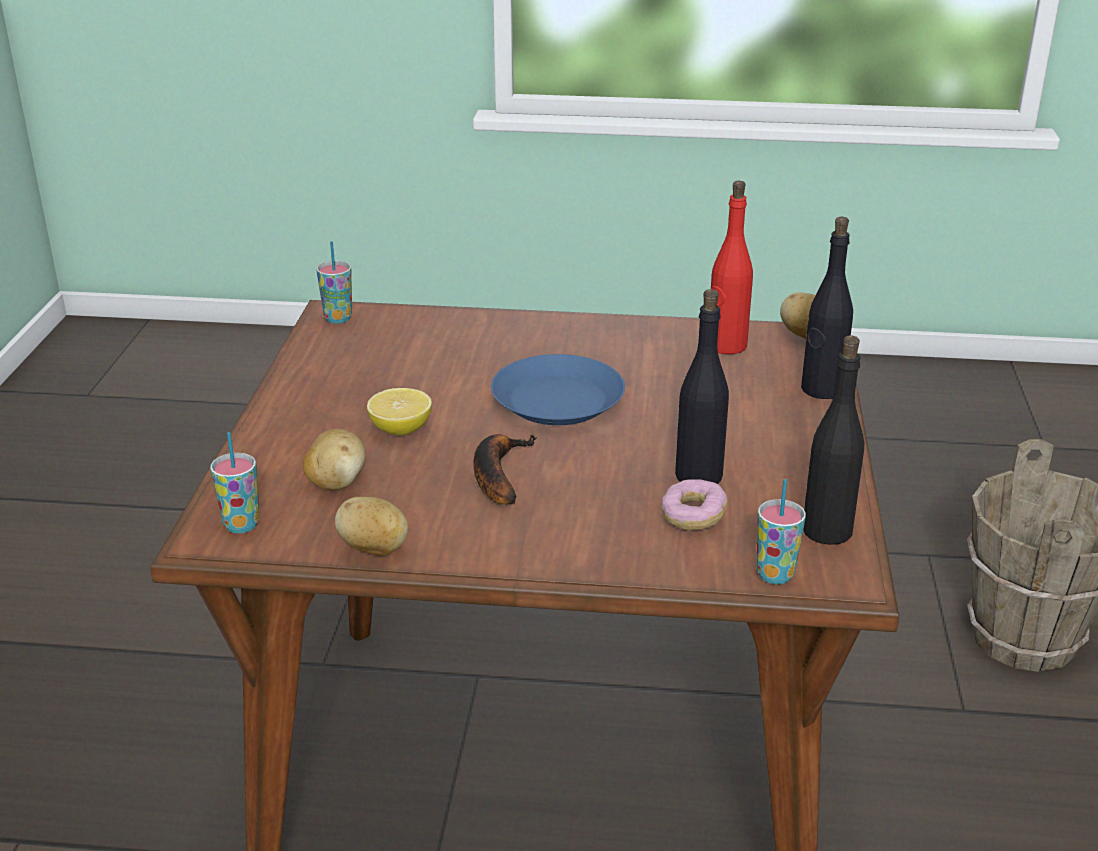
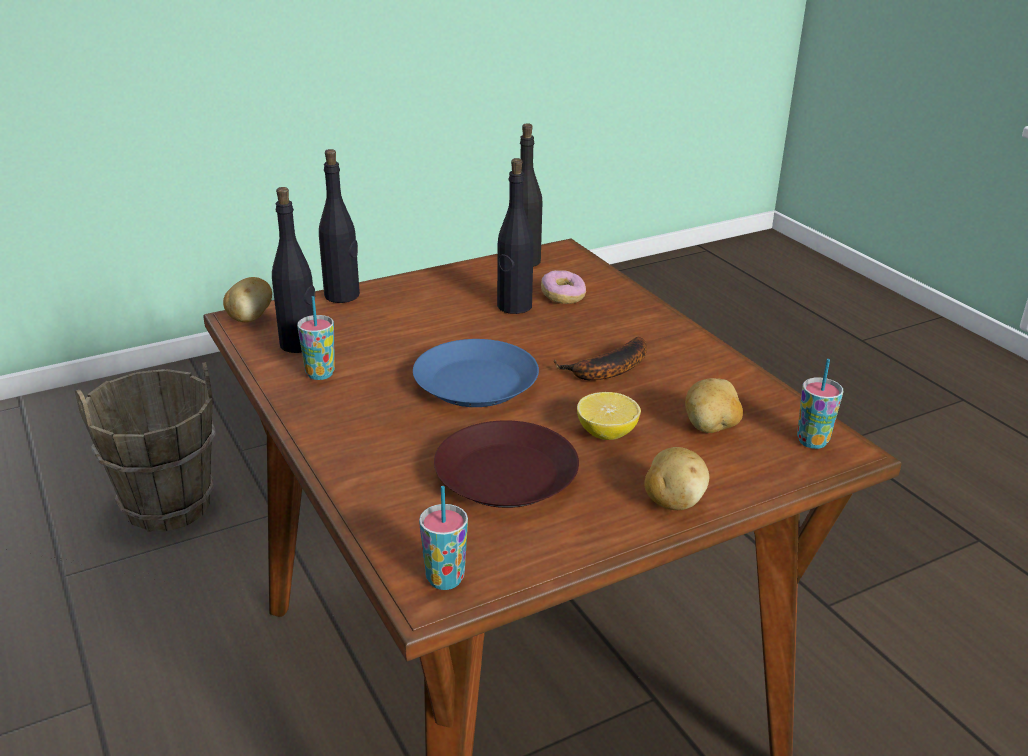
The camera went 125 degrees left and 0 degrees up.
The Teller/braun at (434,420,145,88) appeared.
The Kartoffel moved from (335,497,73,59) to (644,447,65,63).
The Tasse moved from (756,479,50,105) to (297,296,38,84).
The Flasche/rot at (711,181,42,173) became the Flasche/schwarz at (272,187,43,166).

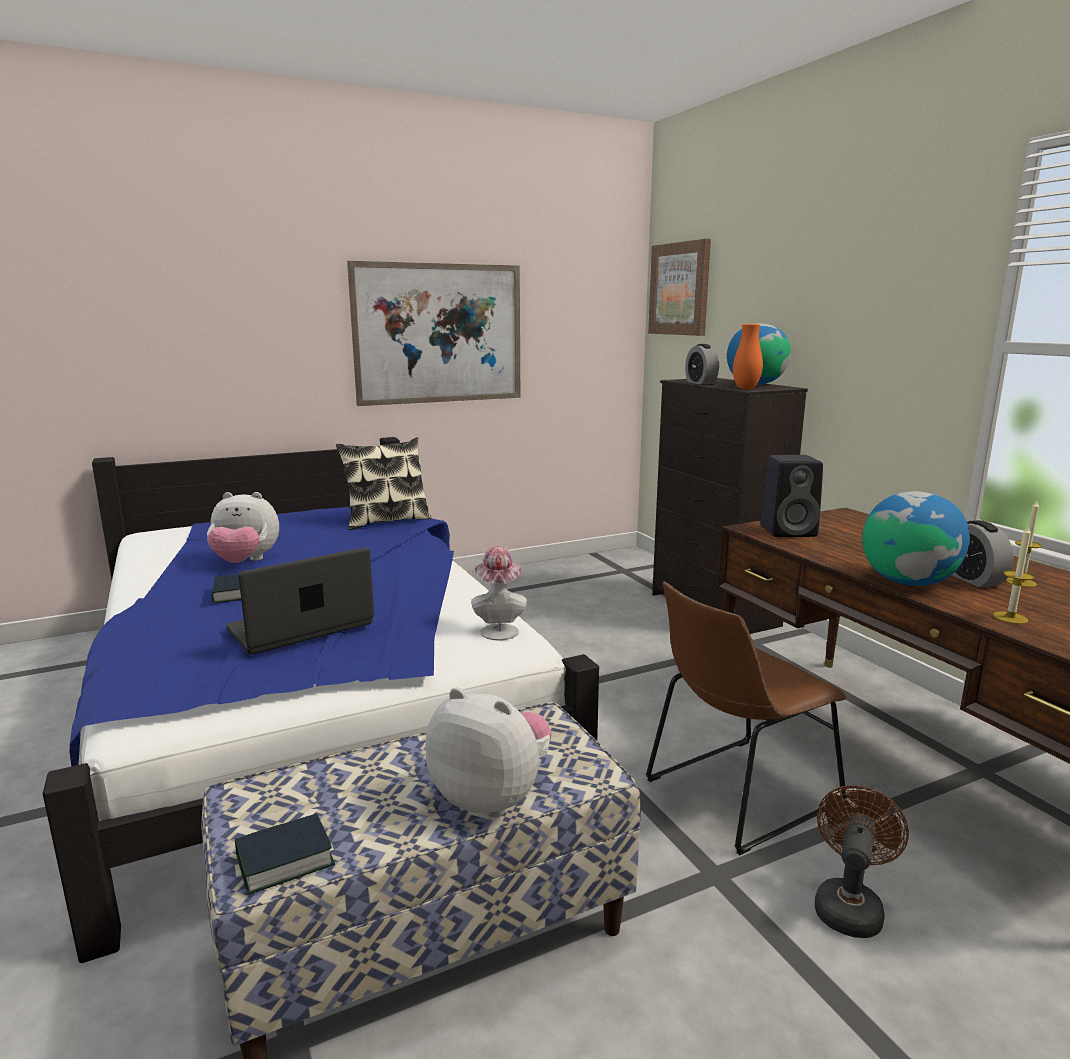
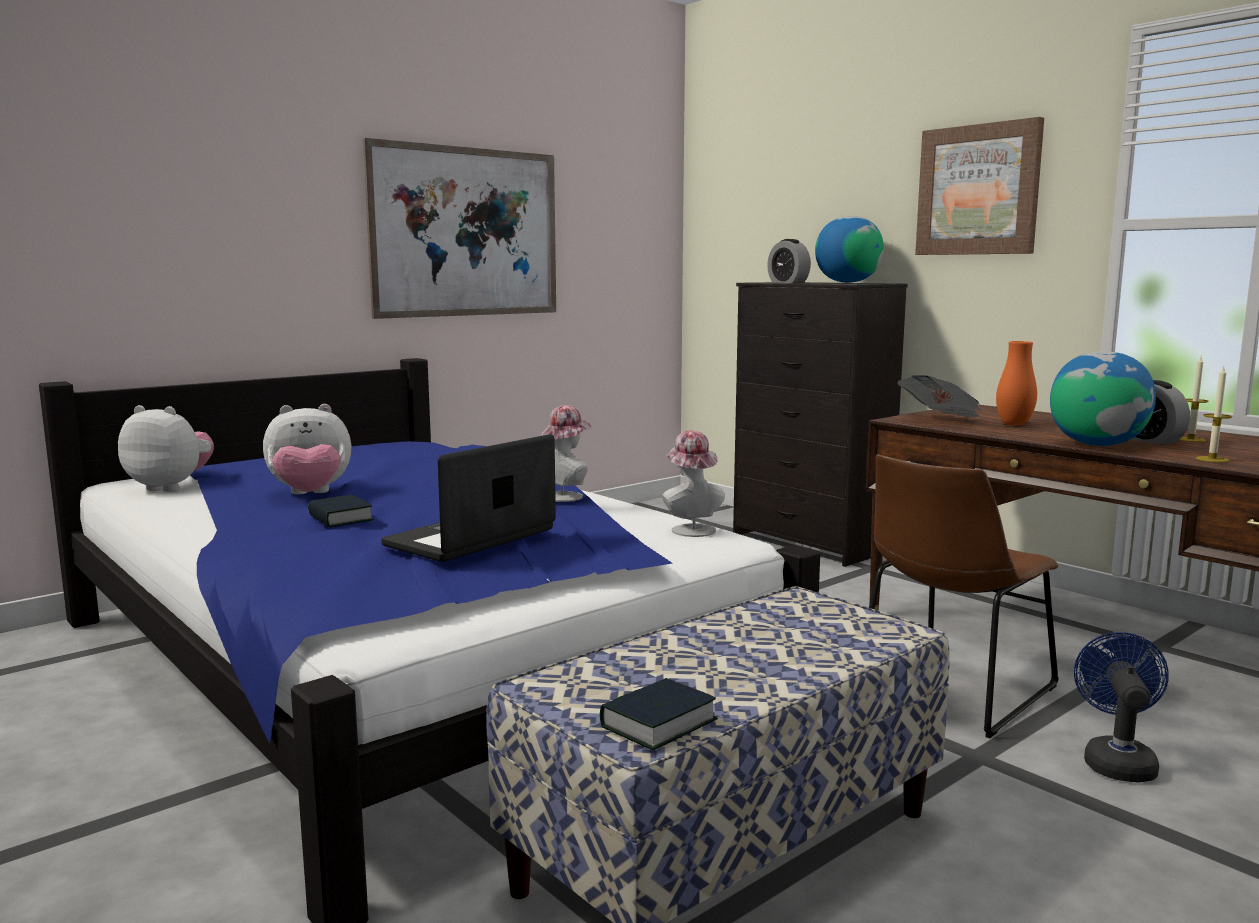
The camera went 15 degrees left and 5 degrees down.
The Kissen at (336,437,96,93) disappeared.
The Hut at (541,405,50,97) appeared.
The Plüschtier moved from (426,687,126,131) to (118,405,96,87).
The Bild moved from (648,239,63,97) to (915,117,129,138).
The Vase/orange moved from (733,324,30,65) to (996,341,41,85).
The Lautsprecher/schwarz at (761,455,62,82) was replaced by the Zeitung at (897,375,85,42).
The Ventilator/braun at (814,785,95,153) became the Ventilator/blau at (1074,632,95,151).

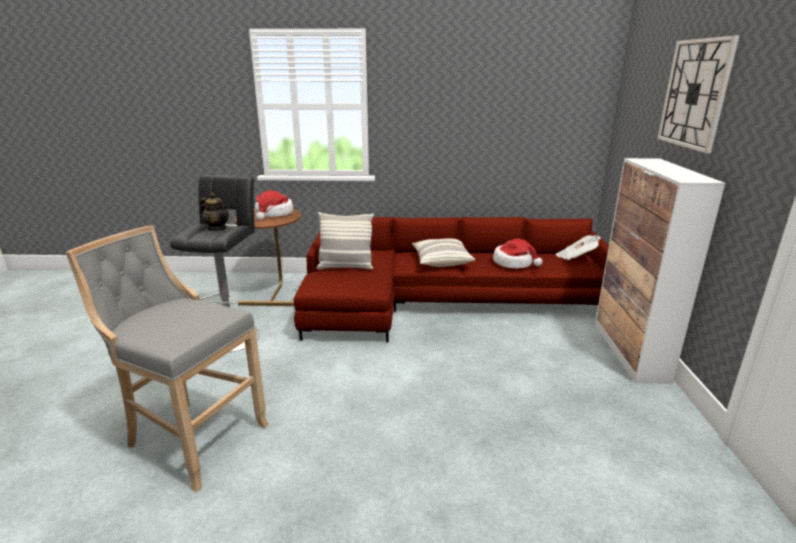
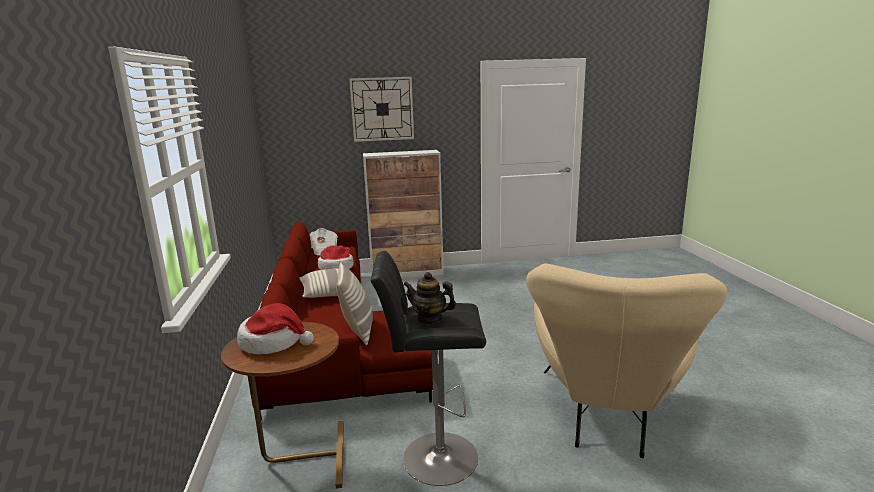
The camera went 100 degrees left and 5 degrees down.
The Hocker/grau at (65,226,204,266) was replaced by the Sessel/beige at (526,264,201,194).
The Teekanne at (199,193,30,38) turned 90 degrees counterclockwise.

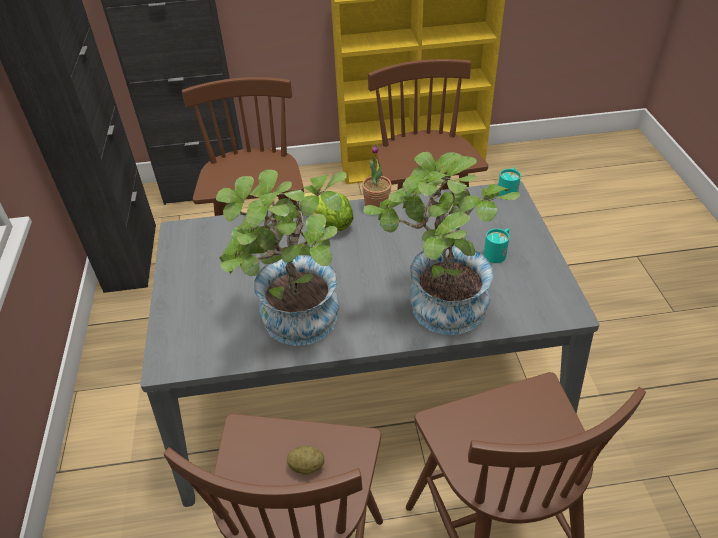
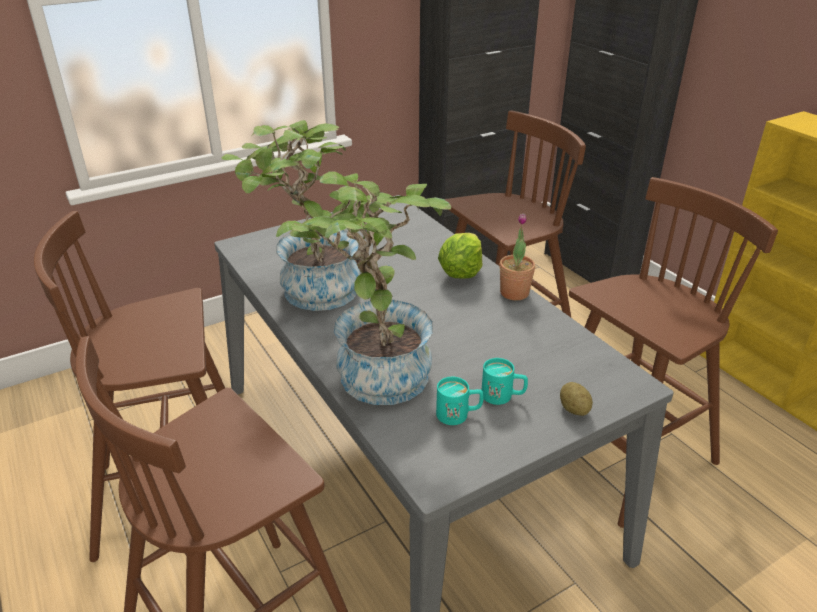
The camera went 65 degrees right and 10 degrees down.
The Kartoffel moved from (287,446,38,29) to (560,382,33,34).
The Henkelbecher/türkis moved from (498,167,23,33) to (436,377,48,48).

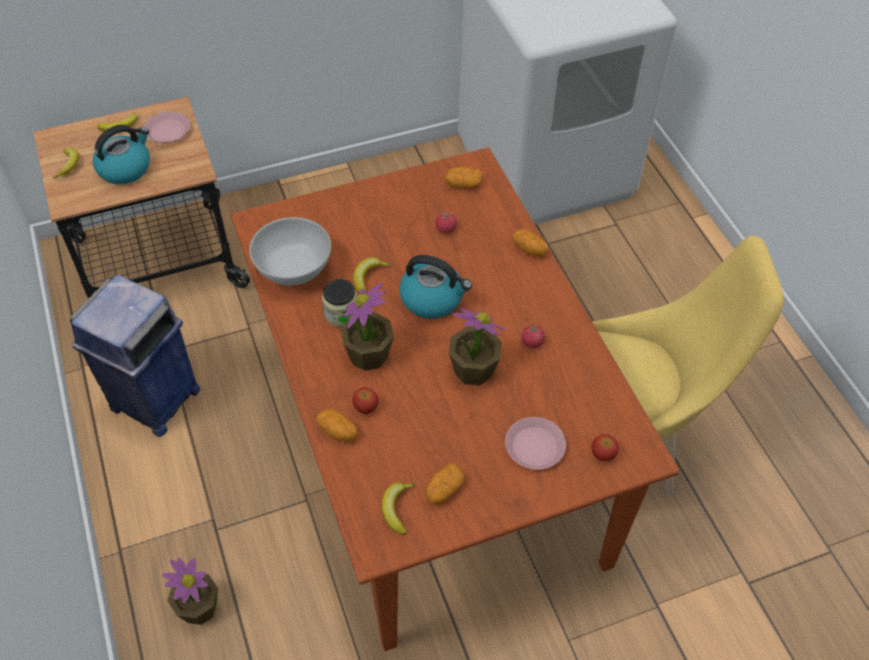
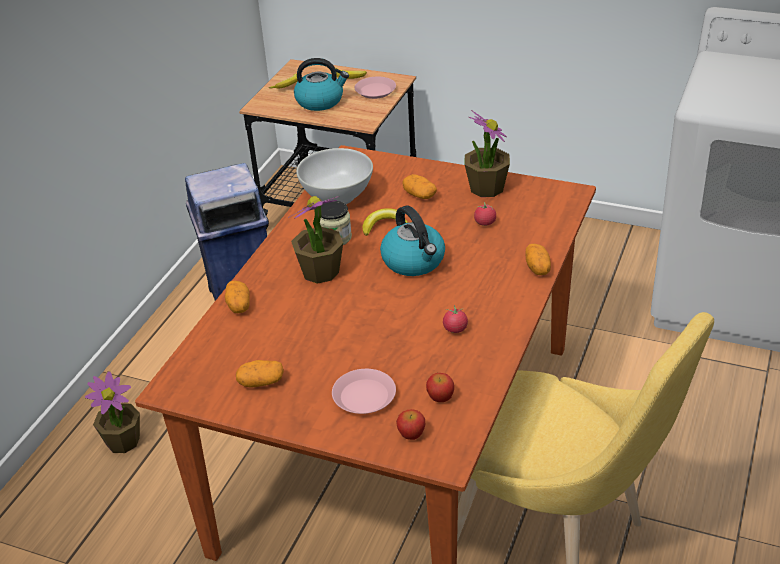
The camera went 45 degrees right and 15 degrees down.
The Banane at (382,482,34,53) disappeared.
The Apfel moved from (352,387,27,27) to (426,373,28,29).
The Kartoffel moved from (445,167,38,21) to (402,174,35,25).
The Topfpflanze moved from (449,308,56,78) to (465,110,45,87).

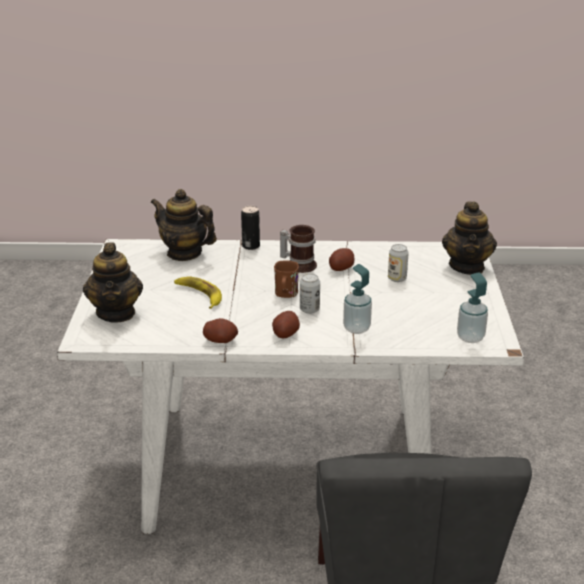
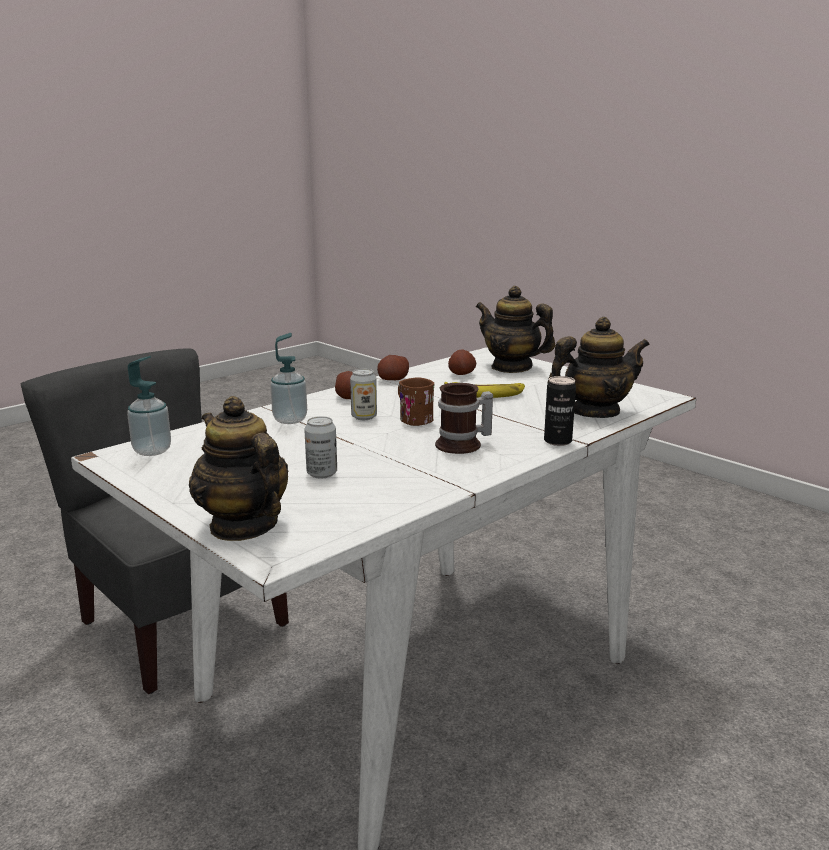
The camera went 135 degrees right and 10 degrees down.
The Kartoffel moved from (329,248,26,23) to (448,349,28,26).

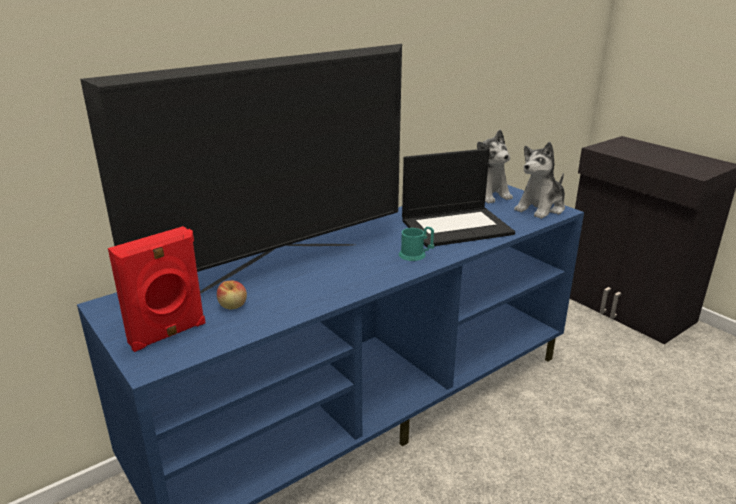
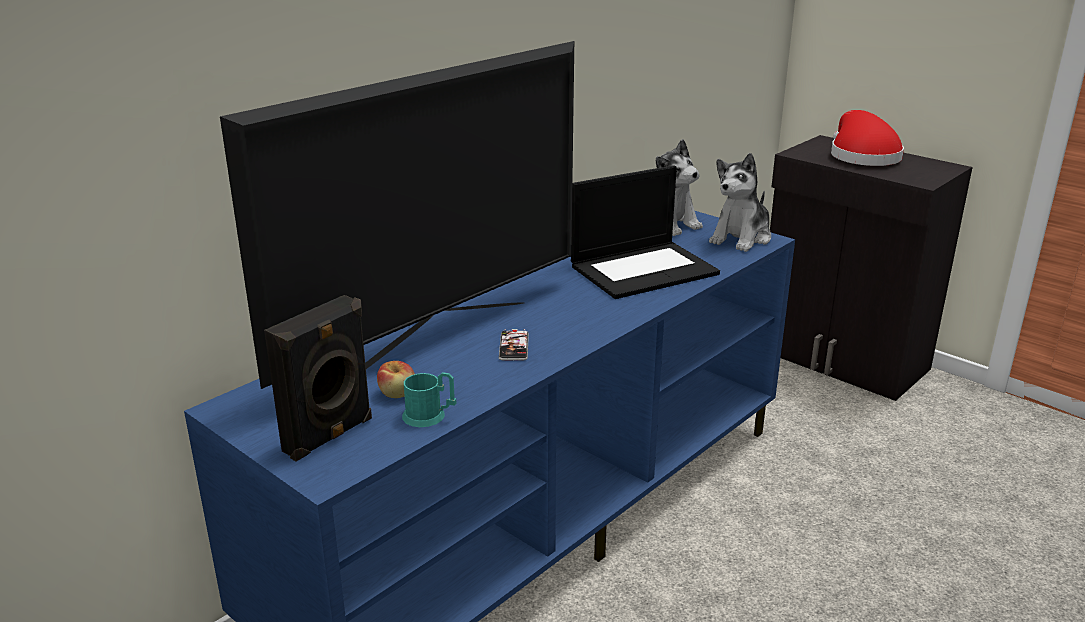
The camera went 10 degrees left and 0 degrees up.
The Handy at (499,329,30,31) appeared.
The Hut/rot at (831,110,73,56) appeared.
The Henkelbecher/türkis moved from (399,227,35,34) to (402,372,54,55).
The Lautsprecher/rot at (108,226,98,126) became the Lautsprecher/schwarz at (264,295,108,166).

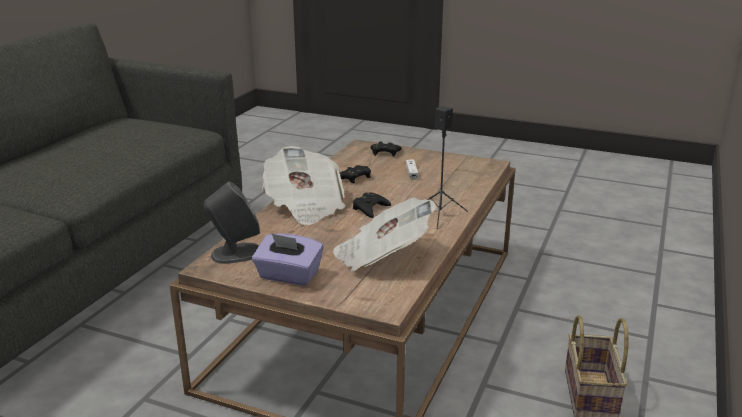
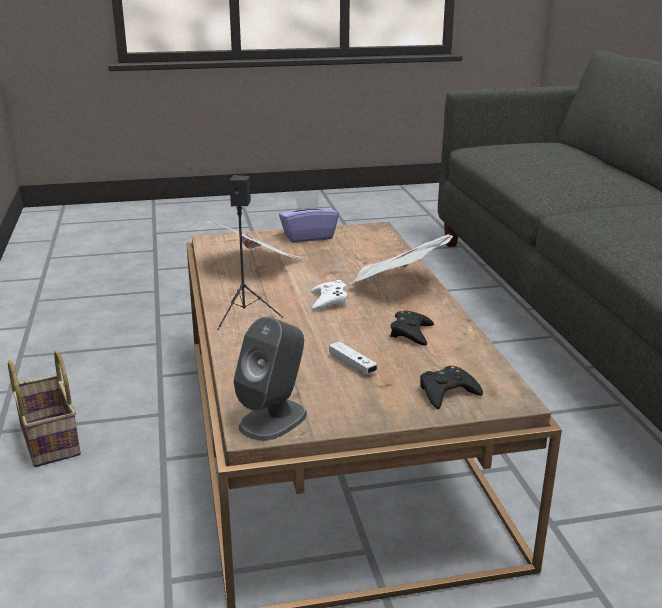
The camera went 145 degrees right and 0 degrees up.
The Lautsprecher/grau moved from (204,182,56,82) to (233,317,74,124).
The Gamepad/schwarz at (353,192,38,26) became the Gamepad/weiß at (311,280,36,30).

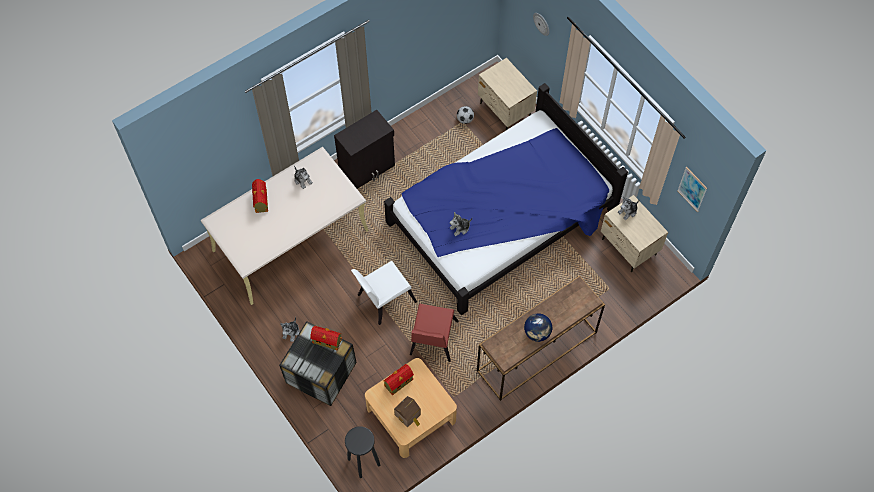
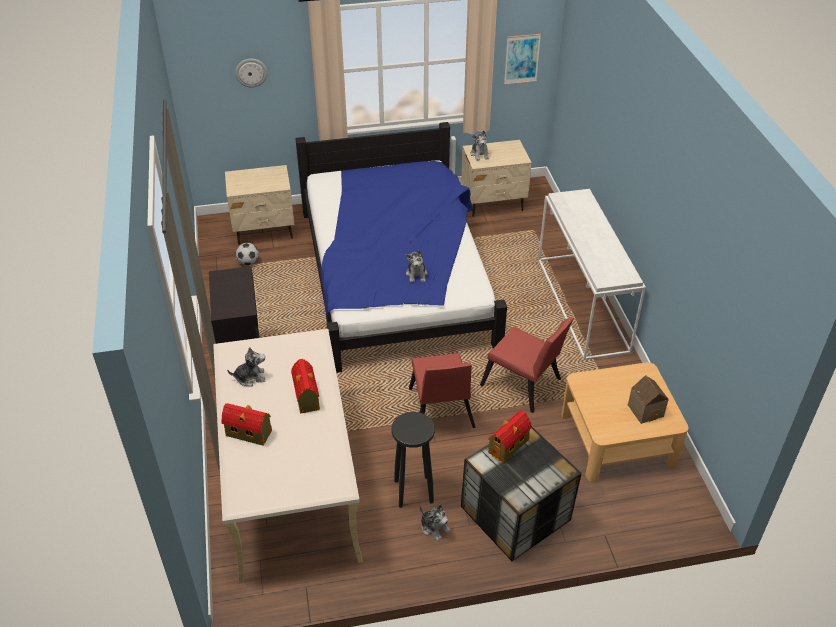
The camera went 65 degrees left and 20 degrees down.
The Globus at (524,314,28,28) disappeared.
The Hocker/schwarz moved from (345,426,35,52) to (392,412,43,96).
The Spielzeughaus moved from (383,364,31,31) to (291,359,29,54).
The Stuhl/weiß at (351,261,66,64) became the Stuhl/rot at (409,353,67,75).
The Konsolentisch/braun at (477,276,128,125) became the Konsolentisch/weiß at (538,189,108,171).

